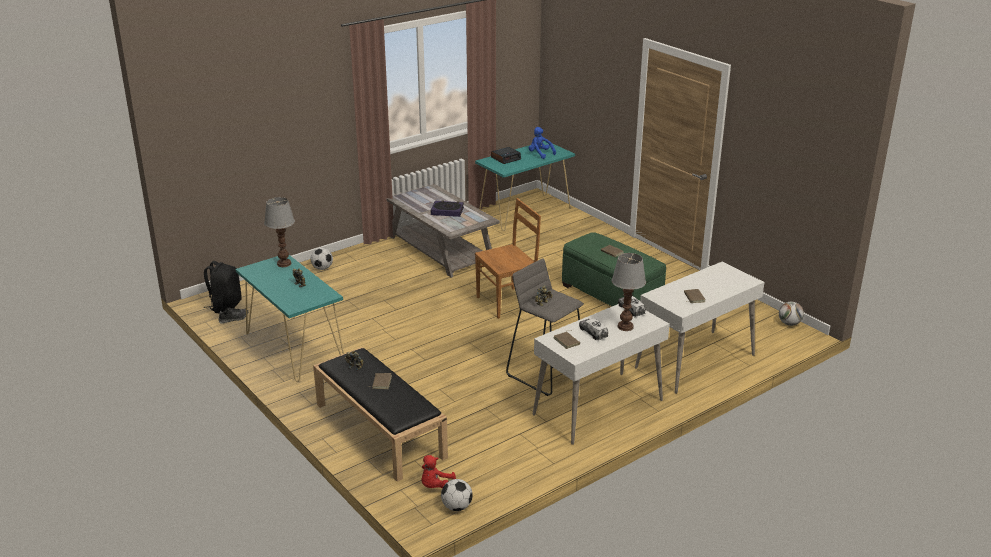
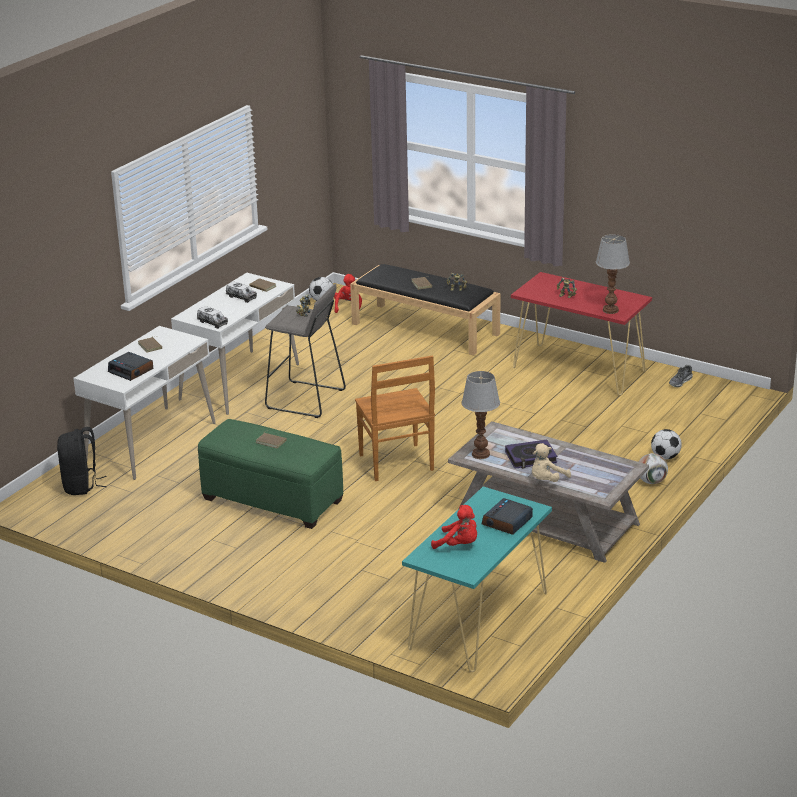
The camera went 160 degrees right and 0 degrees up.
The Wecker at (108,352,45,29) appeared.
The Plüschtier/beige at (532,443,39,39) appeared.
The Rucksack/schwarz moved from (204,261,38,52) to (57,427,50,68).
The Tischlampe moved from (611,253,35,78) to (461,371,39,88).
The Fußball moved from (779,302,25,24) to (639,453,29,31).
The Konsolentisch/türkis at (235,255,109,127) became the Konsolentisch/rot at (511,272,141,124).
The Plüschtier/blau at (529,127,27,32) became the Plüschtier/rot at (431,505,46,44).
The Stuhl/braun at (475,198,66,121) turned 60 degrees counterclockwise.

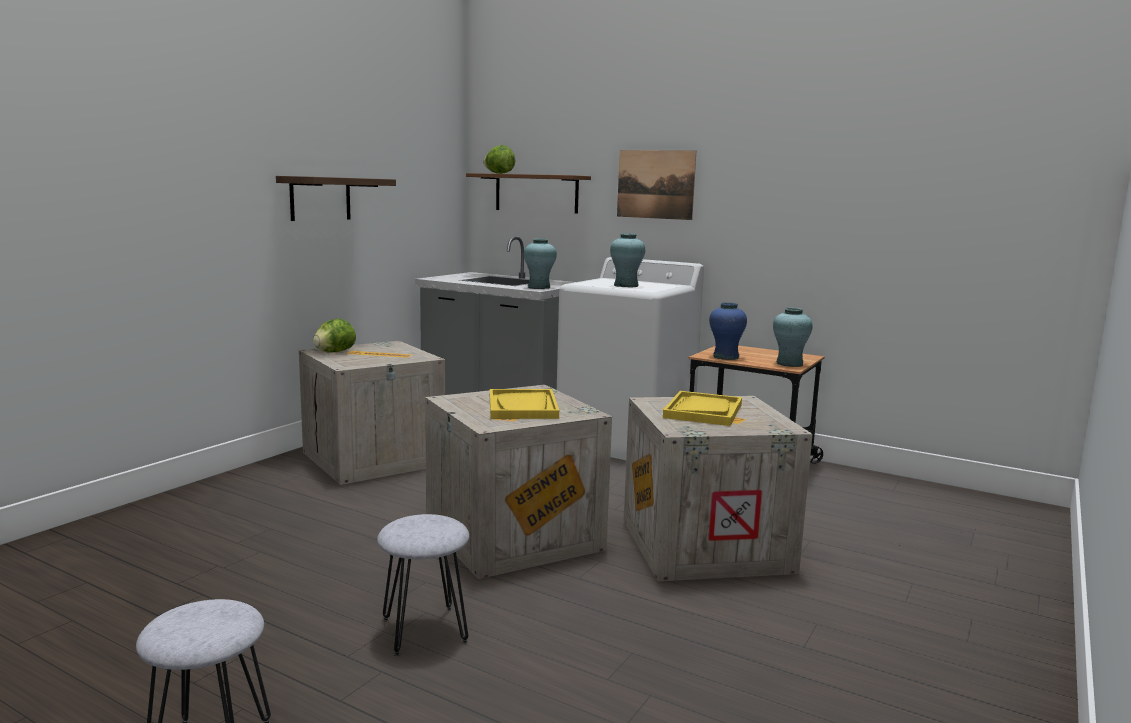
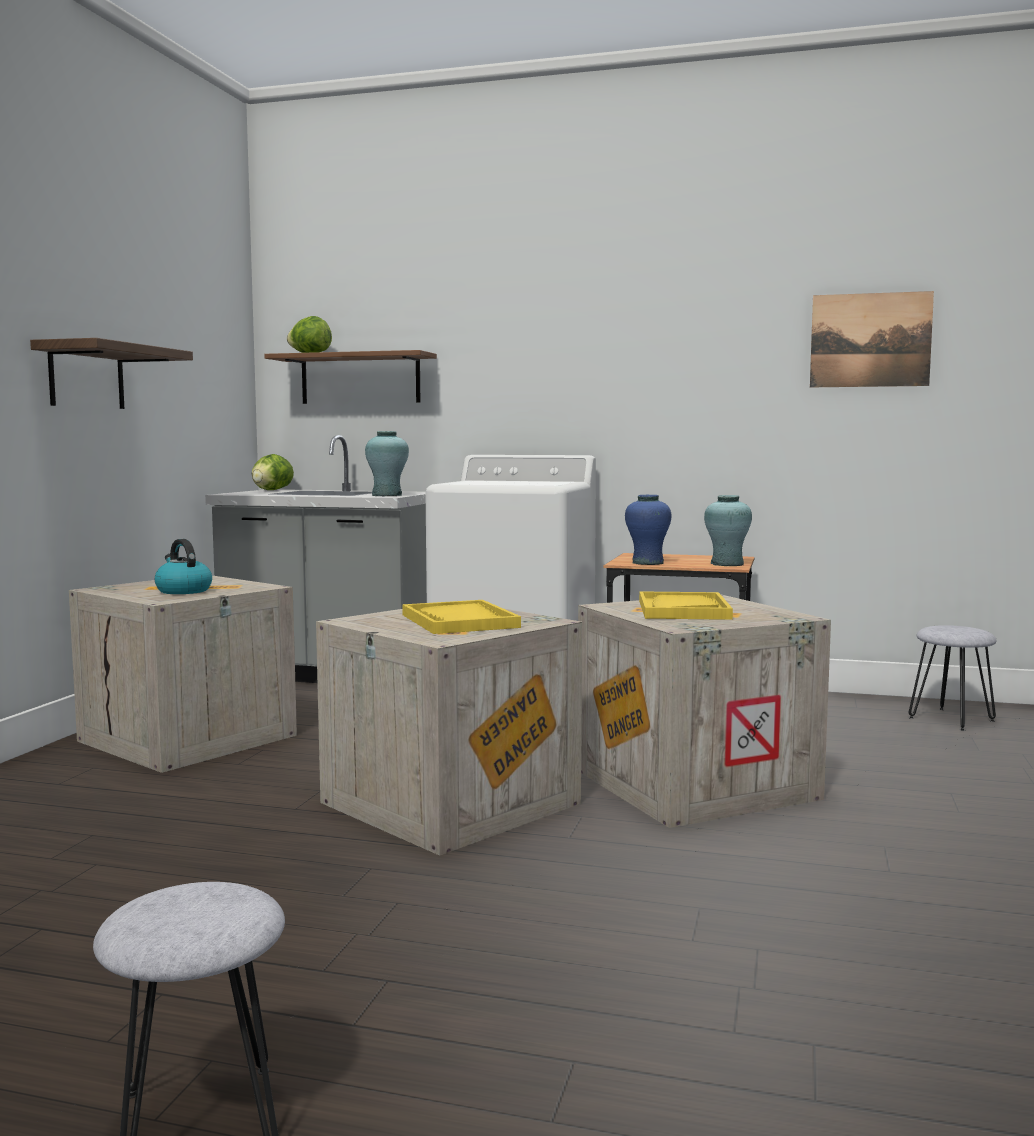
The camera went 15 degrees left and 5 degrees down.
The Vase/türkis at (610,233,35,54) disappeared.
The Wasserkessel at (155,539,57,55) appeared.
The Salatkopf moved from (313,319,43,34) to (252,454,42,36).
The Hocker/grau moved from (377,514,92,142) to (909,625,88,106).
The Bild moved from (617,150,79,70) to (810,291,124,96).

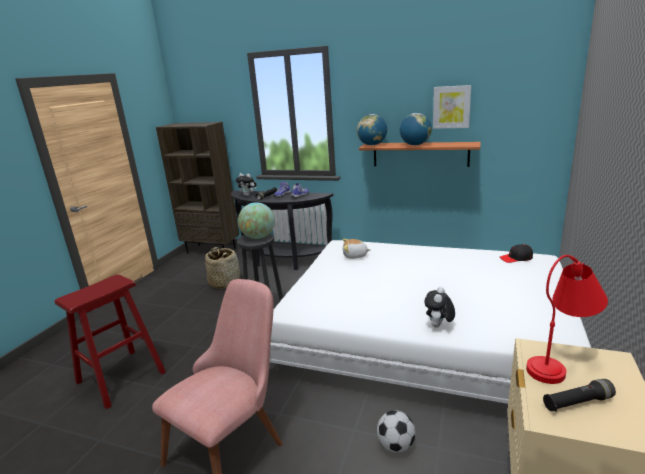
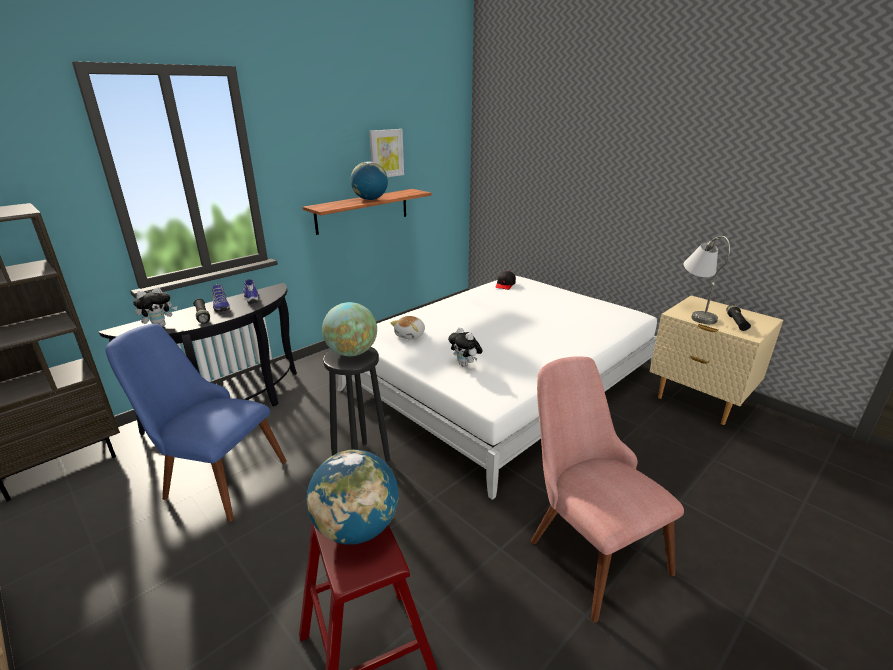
The camera went 65 degrees left and 5 degrees up.
The Fußball at (377,410,38,43) disappeared.
The Globus moved from (357,114,30,31) to (307,450,91,95).
The Plüschtier moved from (424,287,31,41) to (448,327,34,40).
The Korb at (205,247,35,42) was replaced by the Stuhl/blau at (105,324,182,198).
The Tischlampe/rot at (526,255,82,129) became the Tischlampe/grau at (684,236,46,88).

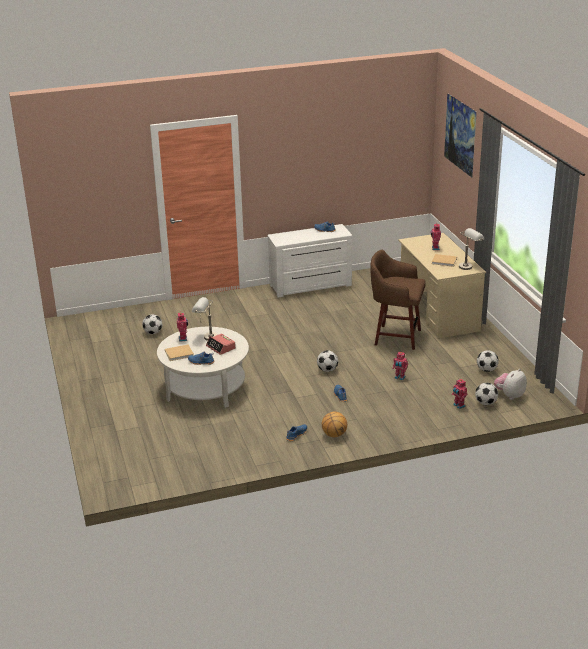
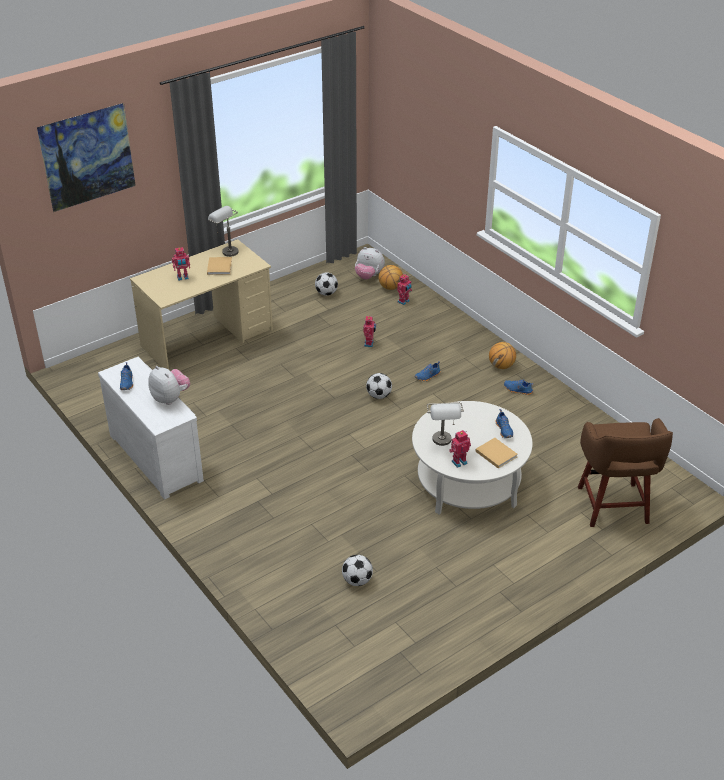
The camera went 110 degrees left and 10 degrees up.
The Wecker at (206,334,30,21) disappeared.
The Plüschtier at (148,366,42,39) appeared.
The Hocker/braun moved from (370,250,56,100) to (578,418,95,109).
The Fußball at (475,383,23,22) was replaced by the Basketball at (379,265,24,25).

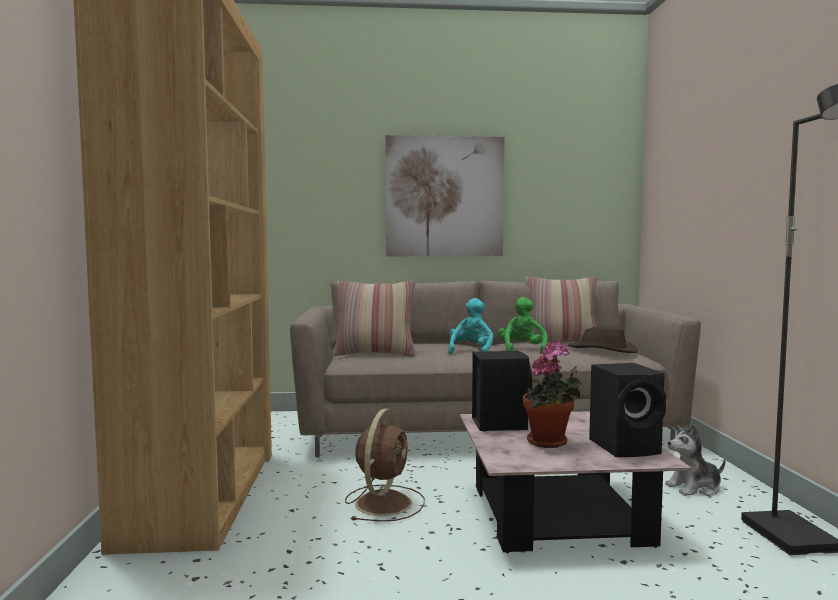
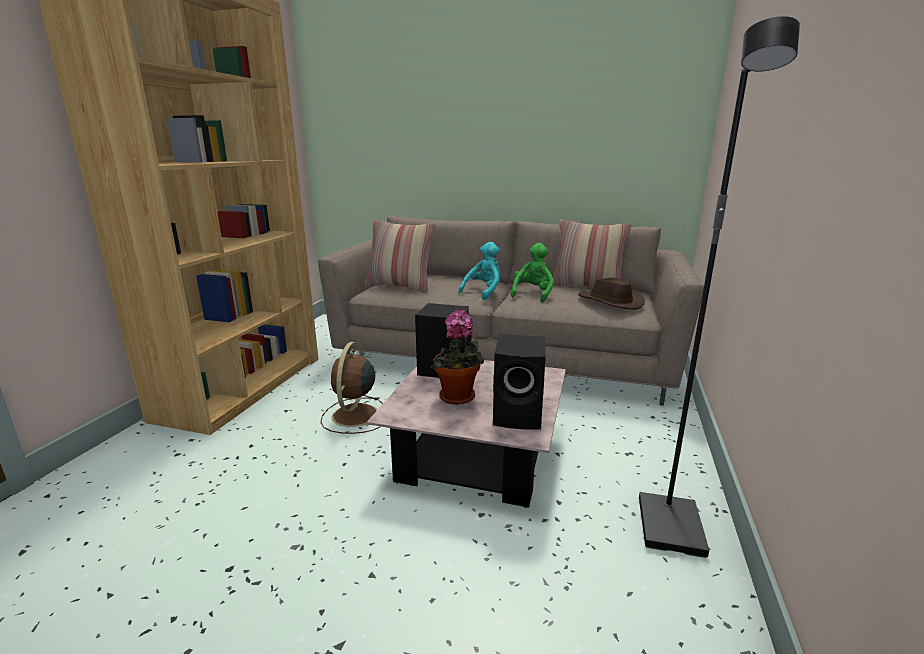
The camera went 20 degrees right and 15 degrees up.
The Bild at (385,135,119,121) disappeared.
The Plüschtier at (665,424,60,72) disappeared.
The Ventilator/braun at (345,408,80,113) turned 150 degrees clockwise.

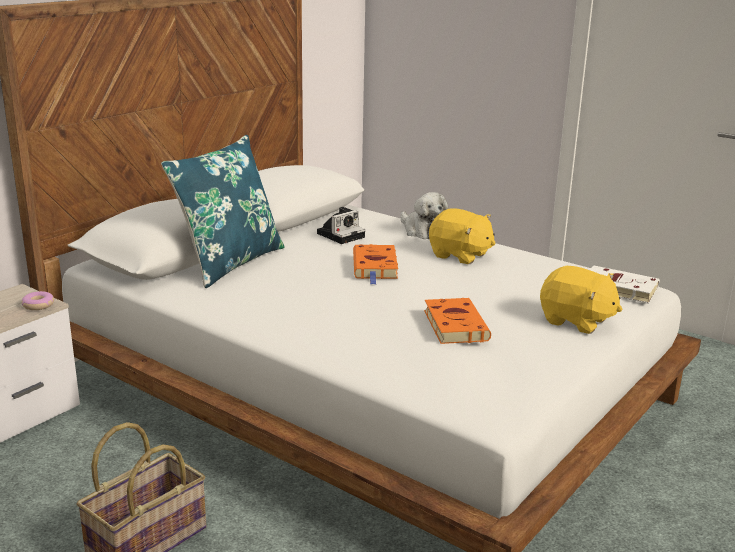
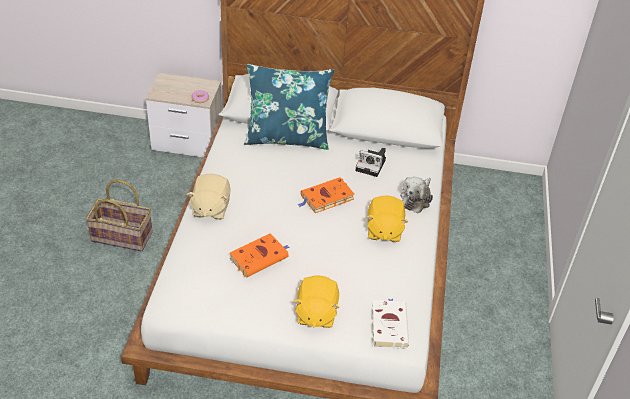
The camera went 60 degrees right and 20 degrees up.
The Plüschtier/beige at (187,174,44,46) appeared.

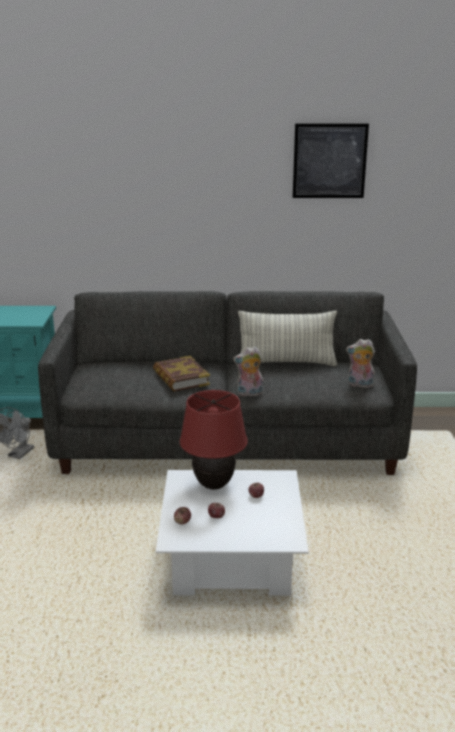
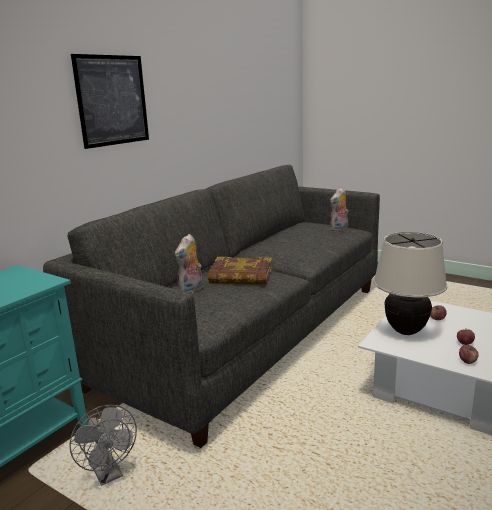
The camera went 55 degrees left and 5 degrees down.
The Kissen at (238,311,99,55) disappeared.
The Plüschtier moved from (233,347,30,49) to (175,234,28,59).
The Bild moved from (293,124,76,74) to (71,54,78,95).
The Tischlampe/rot at (180,390,68,100) became the Tischlampe/beige at (373,232,74,103).

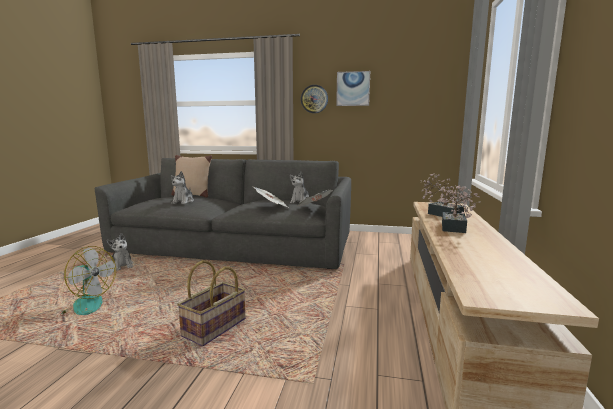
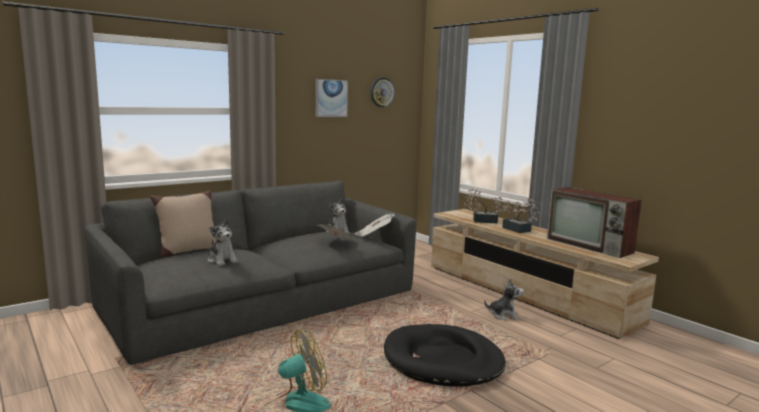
The camera went 50 degrees left and 0 degrees up.
The Fernseher at (547,187,95,71) appeared.
The Plüschtier moved from (107,233,27,38) to (484,278,40,43).
The Wanduhr moved from (301,85,27,28) to (370,77,25,30).
The Korb at (177,260,69,86) was replaced by the Hundebett/schwarz at (384,324,122,62).

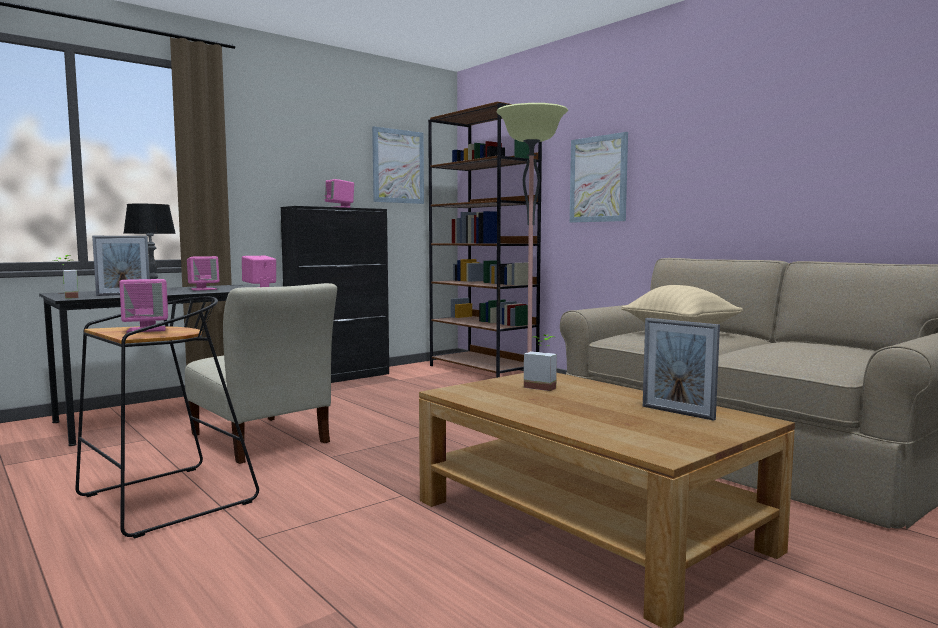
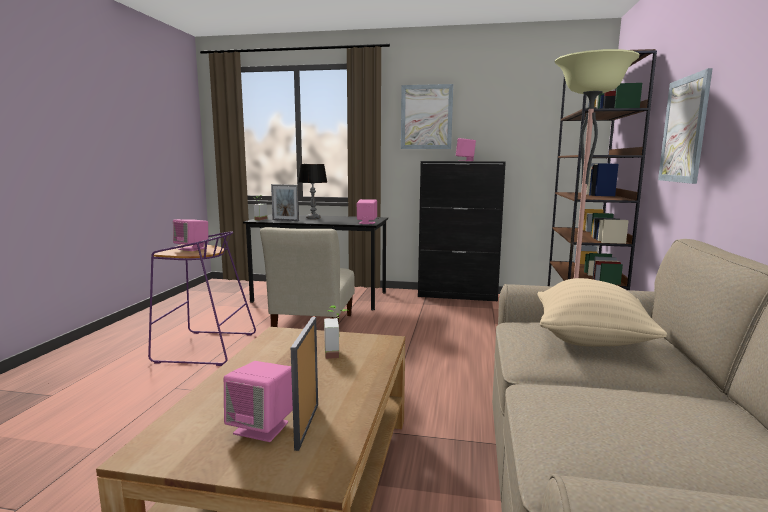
The camera went 50 degrees right and 5 degrees up.
The Lautsprecher/rosa moved from (187,256,33,35) to (224,361,69,81).
The Bild moved from (372,126,52,78) to (401,84,52,65).
The Hocker/schwarz at (75,297,184,242) became the Hocker/lila at (148,231,108,135).

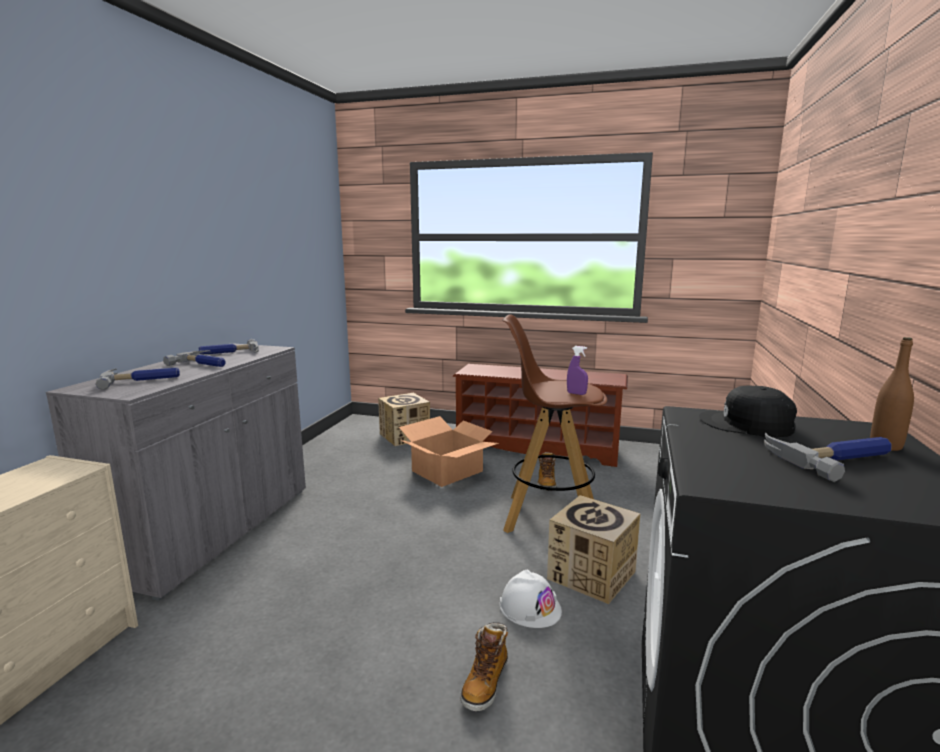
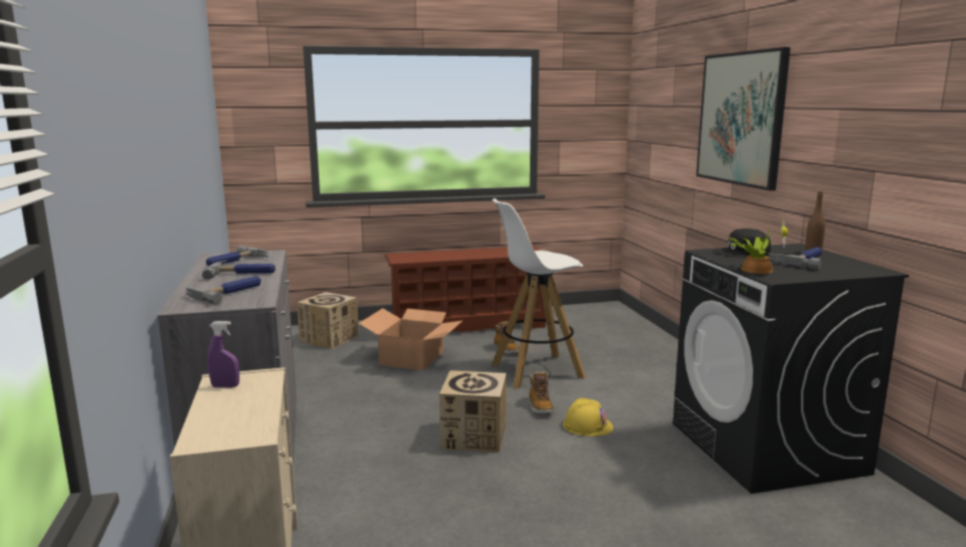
The camera went 30 degrees left and 0 degrees up.
The Bild at (696,47,95,144) appeared.
The Topfpflanze at (729,217,59,57) appeared.
The Stiefel moved from (460,622,48,90) to (529,372,25,42).
The Karton moved from (547,495,94,109) to (439,370,67,83).
The Sprühflasche/lila moved from (567,346,21,49) to (208,321,32,67).
The Schutzhelm/weiß at (499,569,63,59) became the Schutzhelm/gelb at (563,398,50,38).
The Hocker/braun at (503,314,105,219) became the Hocker/weiß at (491,198,95,191).

